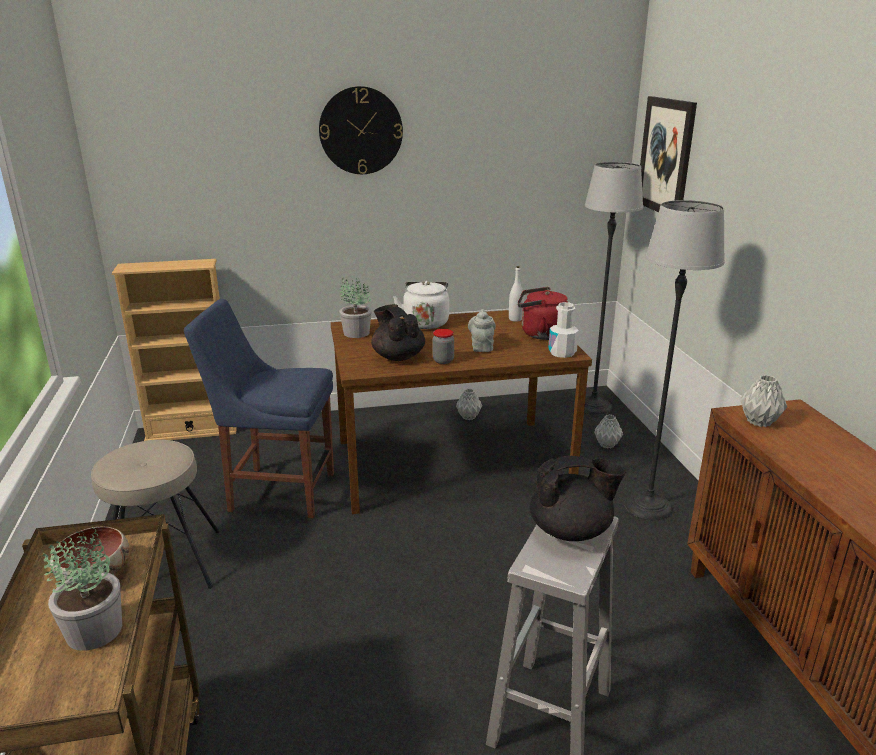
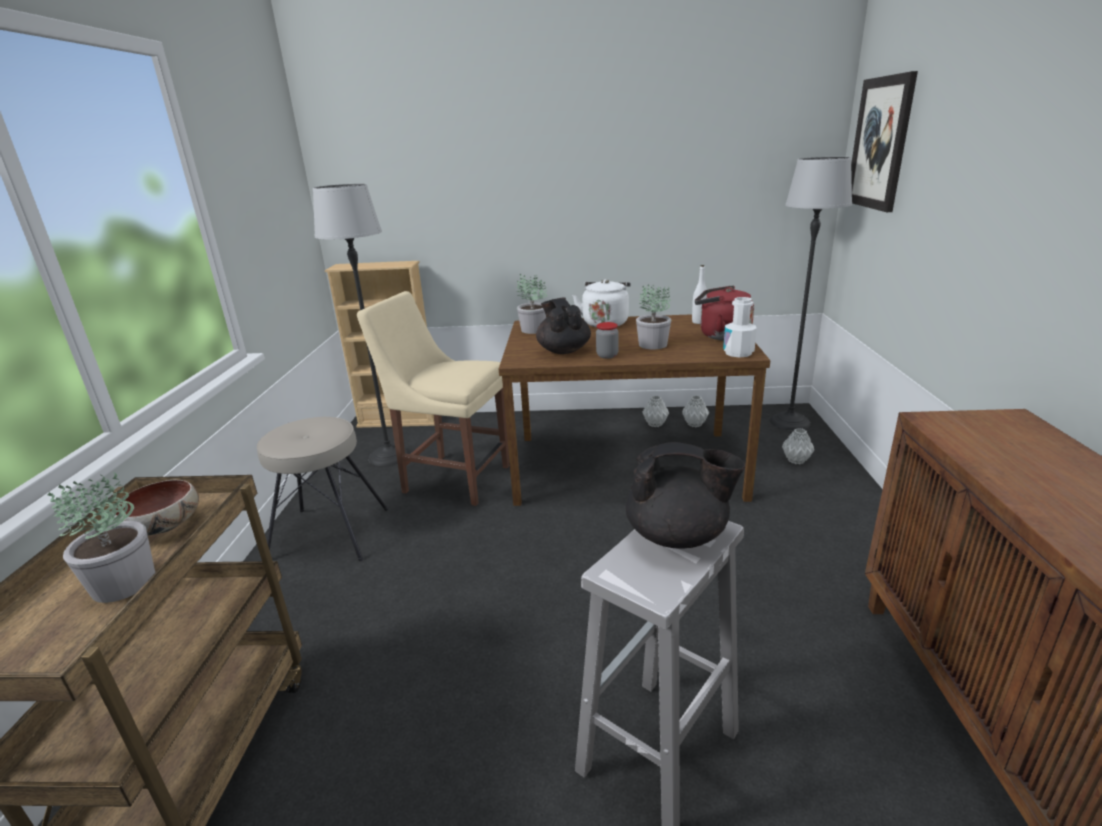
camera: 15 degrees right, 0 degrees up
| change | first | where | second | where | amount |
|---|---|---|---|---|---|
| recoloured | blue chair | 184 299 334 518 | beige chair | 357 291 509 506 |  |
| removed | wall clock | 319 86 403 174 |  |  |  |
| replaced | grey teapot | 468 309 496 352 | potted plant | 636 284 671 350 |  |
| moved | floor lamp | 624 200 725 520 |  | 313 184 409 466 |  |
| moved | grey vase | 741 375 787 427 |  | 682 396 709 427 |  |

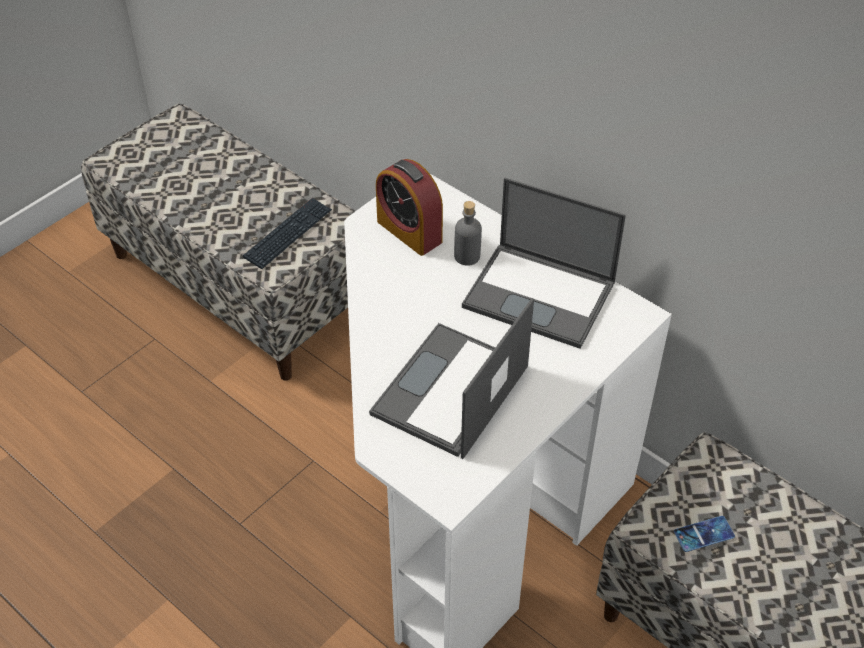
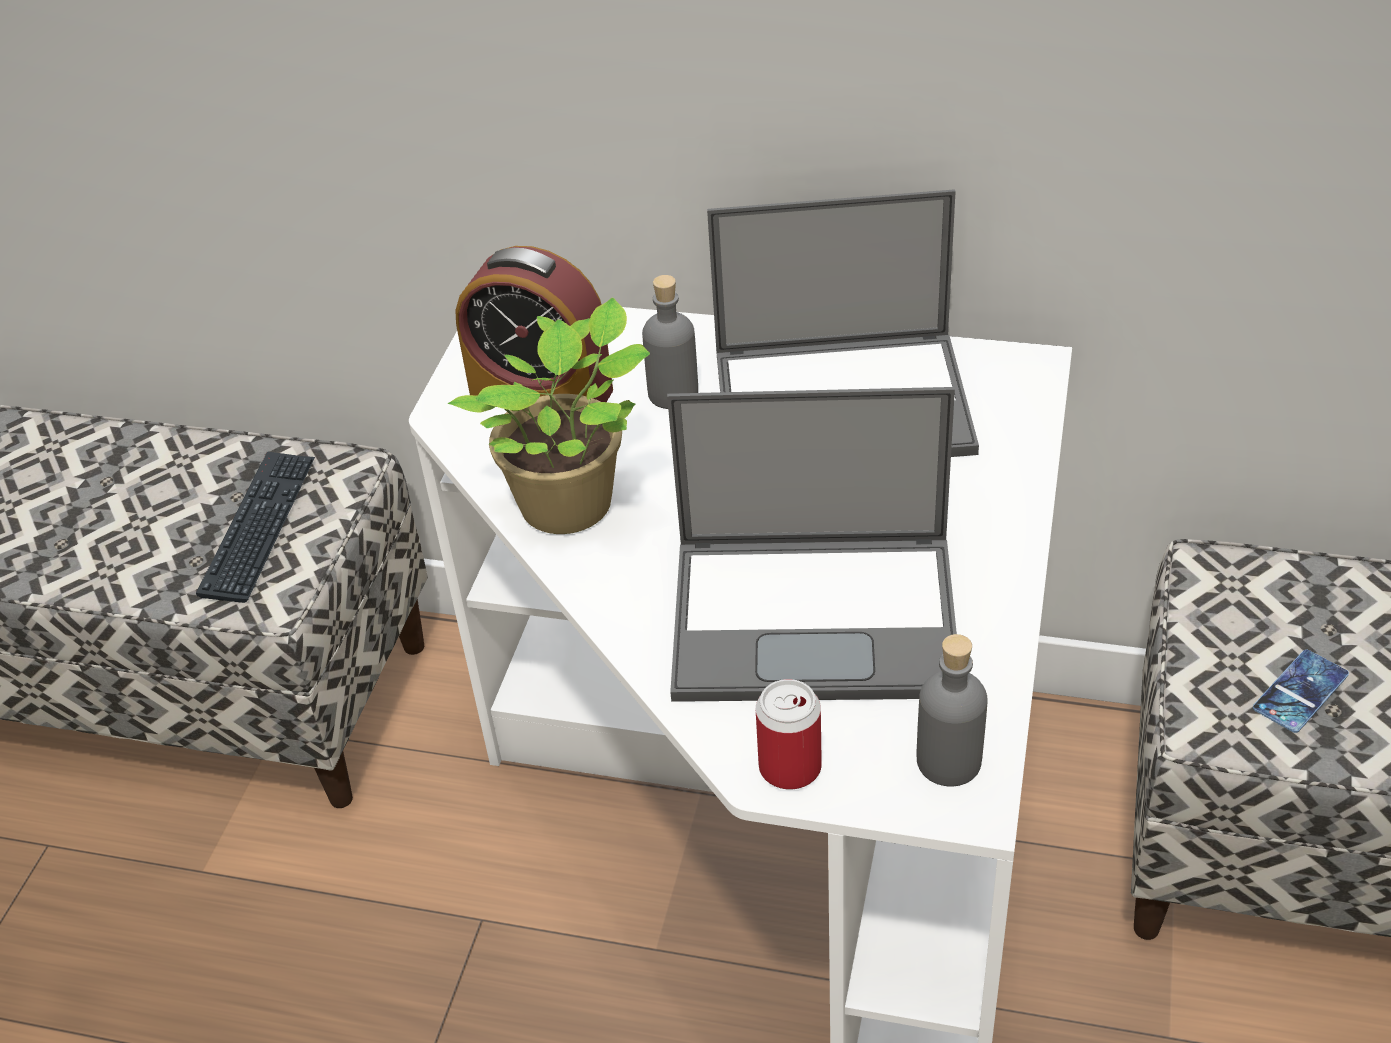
camera: 25 degrees left, 5 degrees down
| change | first | where | second | where | amount |
|---|---|---|---|---|---|
| turned | laptop | 369 298 534 459 |  | 667 387 957 702 | 90 degrees counterclockwise |
| added |  |  | potted plant | 447 298 650 534 |  |
| added |  |  | can | 756 679 822 790 |  |
| added |  |  | grey bottle | 917 634 988 787 |  |

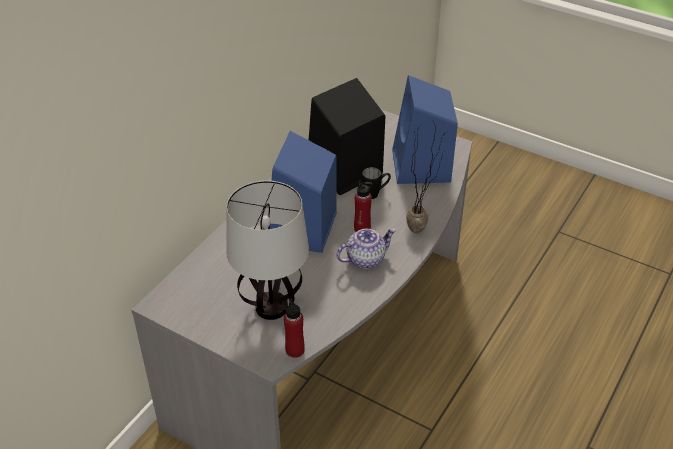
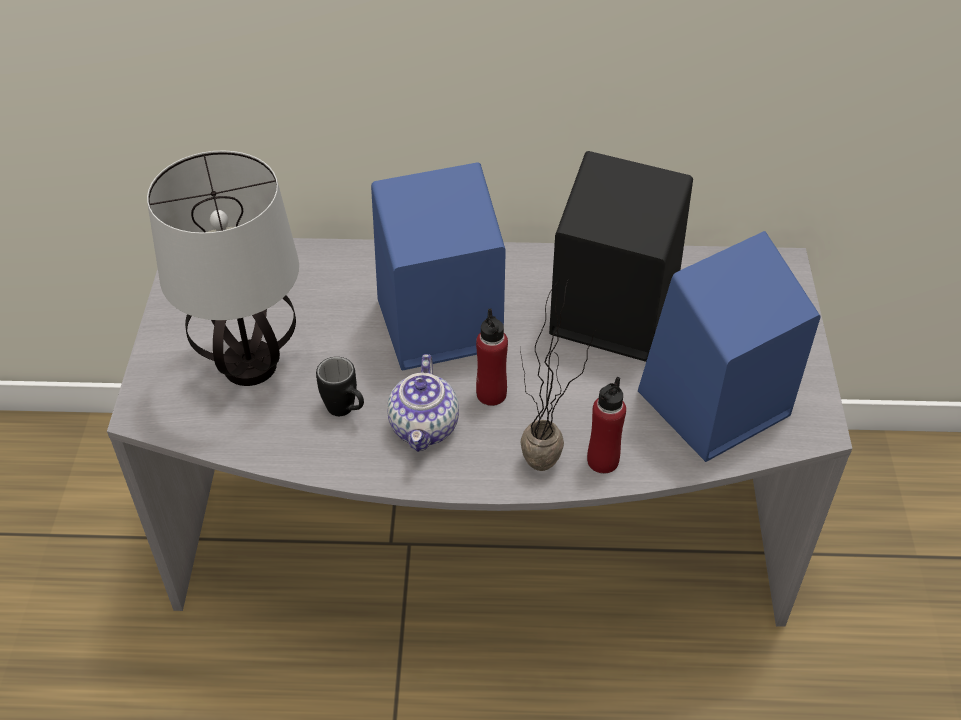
camera: 60 degrees right, 5 degrees up
| change | first | where | second | where | amount |
|---|---|---|---|---|---|
| moved | red bottle | 284 298 305 358 |  | 587 377 626 474 |  |
| turned | teapot | 336 228 396 268 |  | 387 354 459 452 | 60 degrees clockwise |
| moved | black mug | 362 167 391 199 |  | 316 357 364 416 |  |

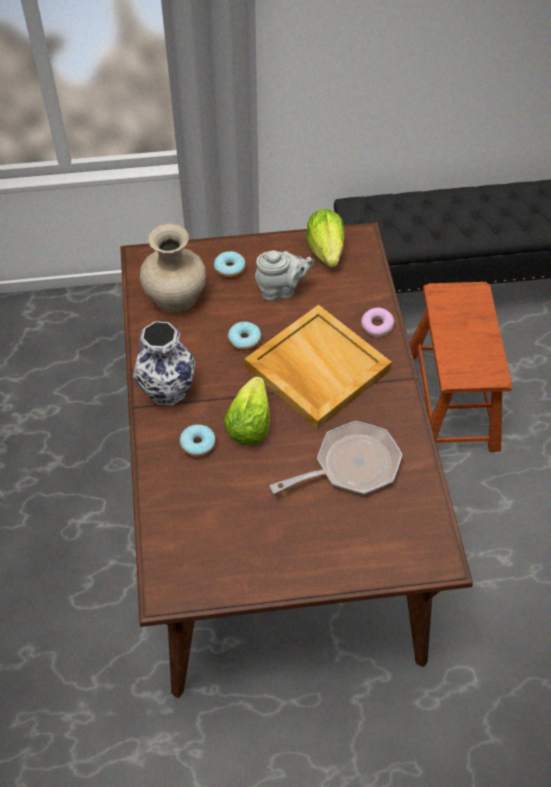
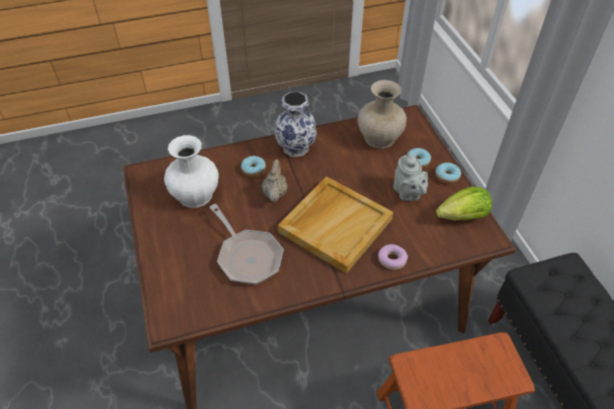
camera: 80 degrees right, 5 degrees down
| change | first | where | second | where | amount |
|---|---|---|---|---|---|
| replaced | lettuce | 223 376 270 445 | beige teapot | 262 160 288 202 |  |
| moved | donut | 228 322 261 351 |  | 435 162 461 184 |  |
| added |  |  | white vase | 164 135 219 208 |  |

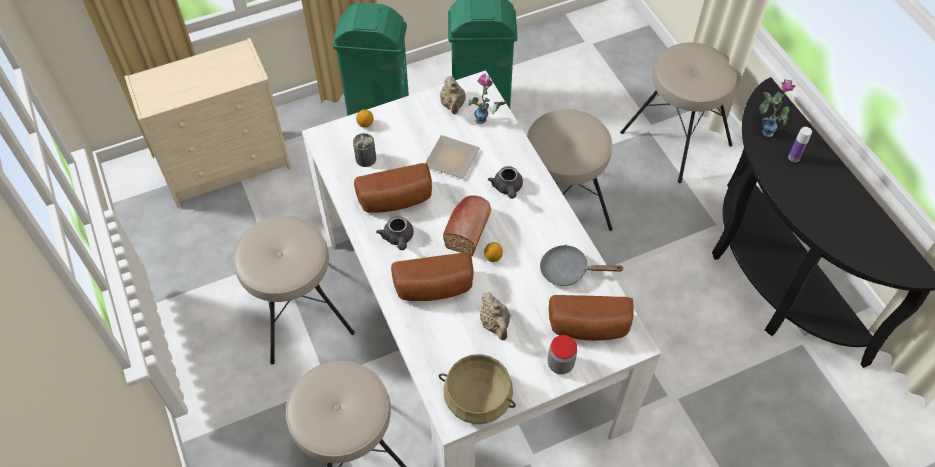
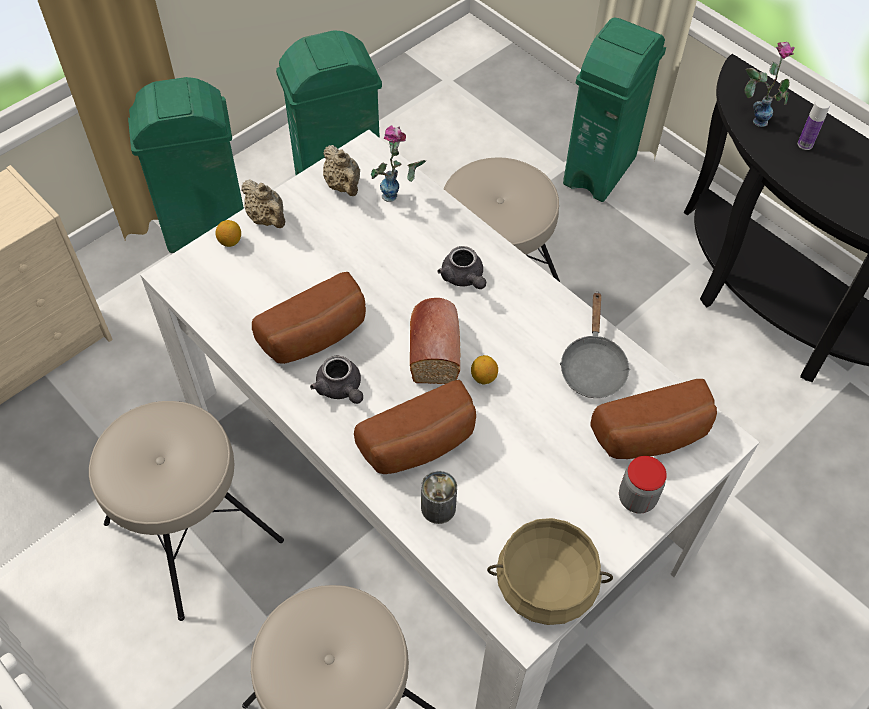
camera: 20 degrees left, 0 degrees up
| change | first | where | second | where | amount |
|---|---|---|---|---|---|
| moved | can | 353 133 376 167 |  | 421 471 457 524 |  |
| removed | plate | 425 135 480 179 |  |  |  |
| moved | beige teapot | 480 292 510 340 |  | 241 179 285 228 |  |
| turned | grey frying pan | 540 245 624 286 |  | 559 291 631 398 | 75 degrees counterclockwise |
| replaced | beige stool | 620 42 737 183 | green trash can | 563 17 666 202 |  |

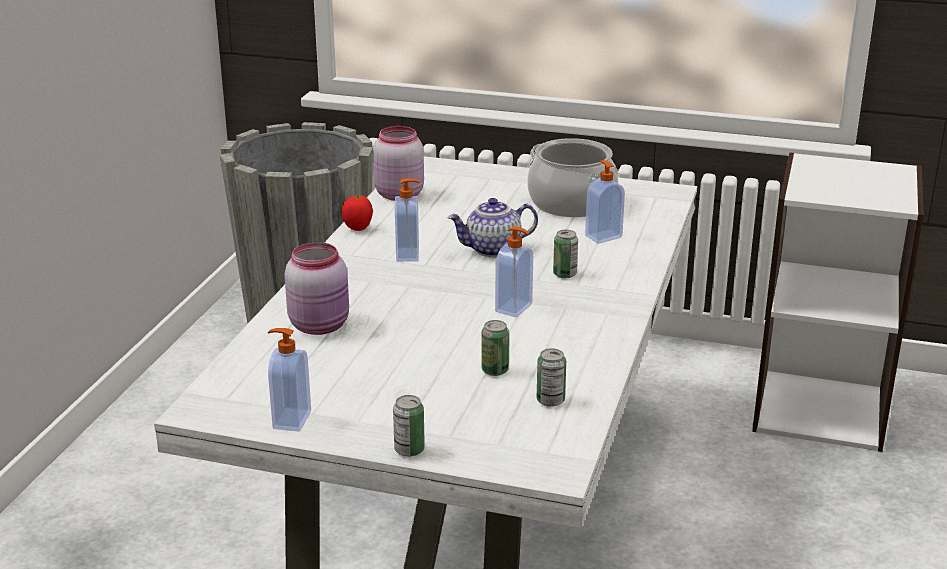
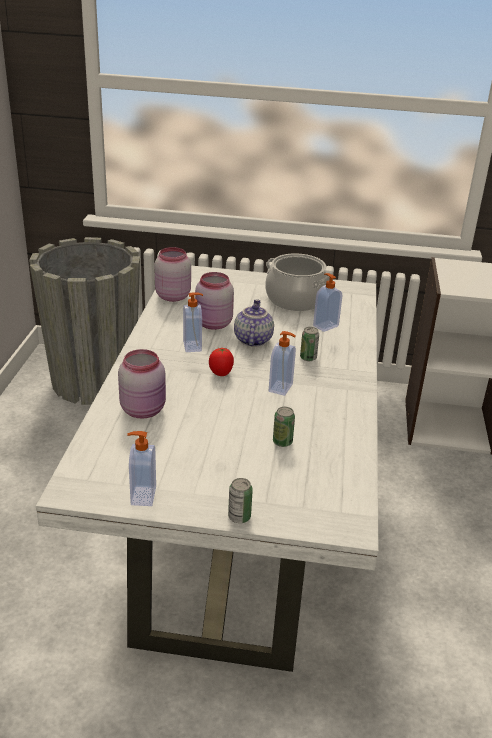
camera: 10 degrees left, 5 degrees up
| change | first | where | second | where | amount |
|---|---|---|---|---|---|
| moved | tomato | 342 195 373 231 |  | 209 348 234 376 |  |
| turned | teapot | 448 198 538 257 |  | 234 299 274 347 | 120 degrees clockwise |
| removed | can | 537 348 566 407 |  |  |  |
| added |  |  | pink jar | 195 272 234 330 |  |

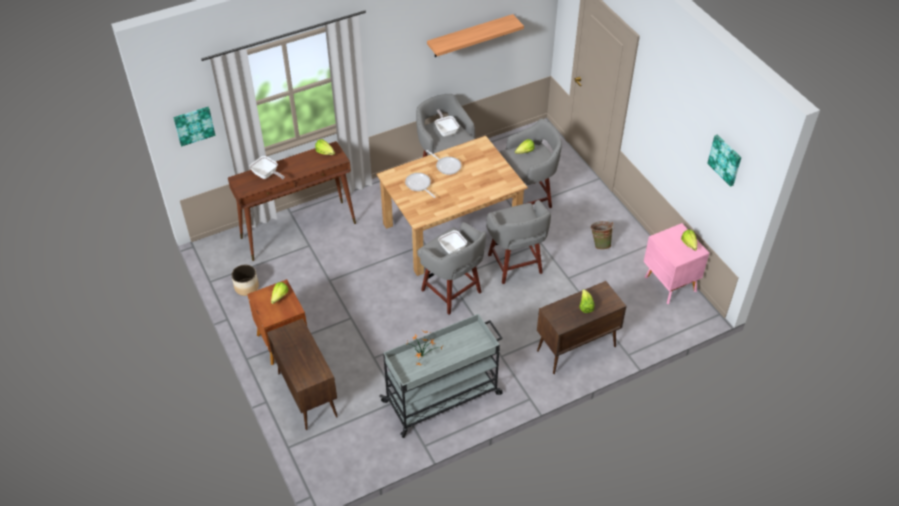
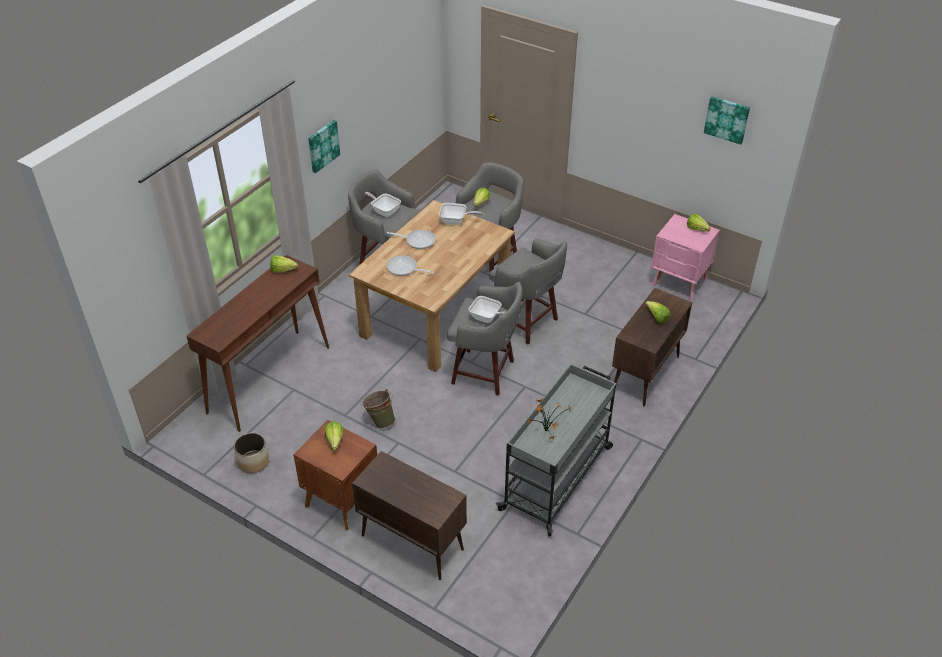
camera: 30 degrees left, 5 degrees down
| change | first | where | second | where | amount |
|---|---|---|---|---|---|
| moved | picture | 173 107 215 146 |  | 308 120 340 173 |  |
| moved | frying pan | 249 156 284 179 |  | 439 203 484 225 |  |
| removed | shelf | 427 14 524 57 |  |  |  |
| moved | green bucket | 590 221 615 250 |  | 362 389 395 428 |  |

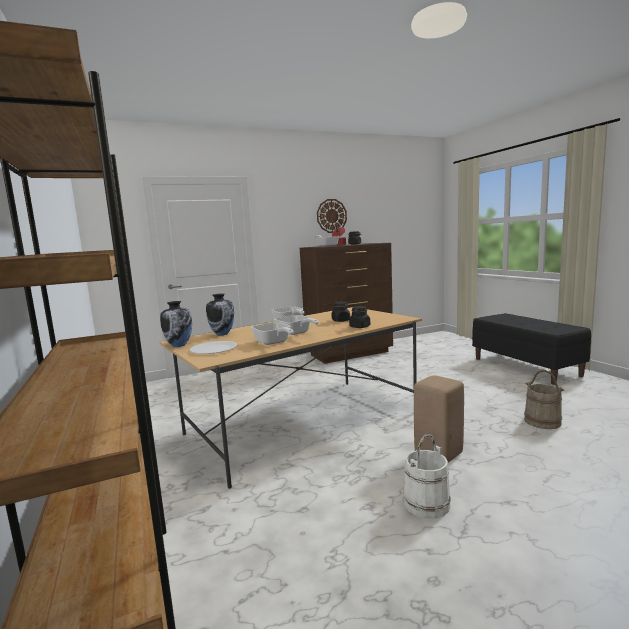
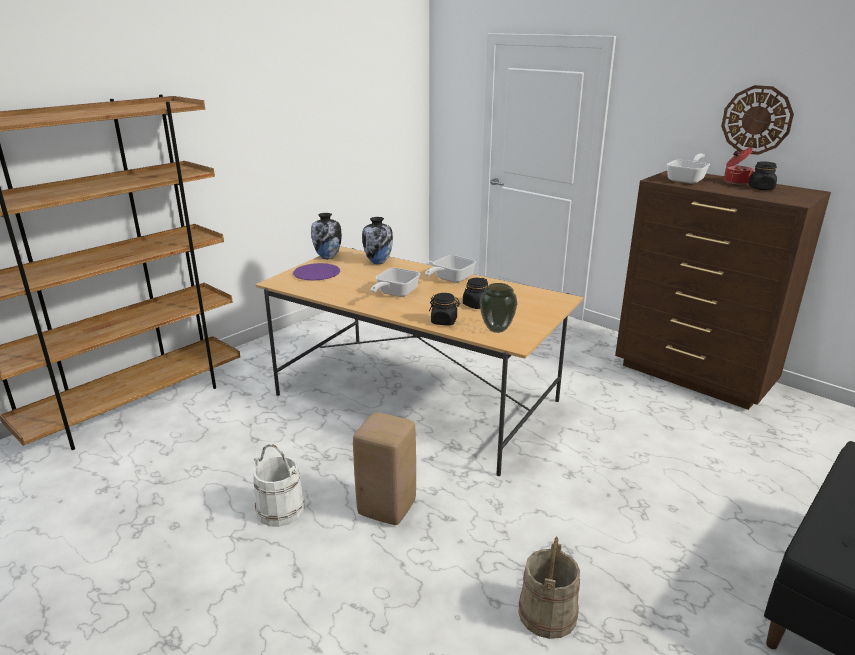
camera: 65 degrees right, 15 degrees up
| change | first | where | second | where | amount |
|---|---|---|---|---|---|
| recoloured | white plate | 190 341 237 354 | purple plate | 293 263 340 280 |  |
| removed | frying pan | 251 322 294 345 |  |  |  |
| added |  |  | vase | 480 283 517 333 |  |

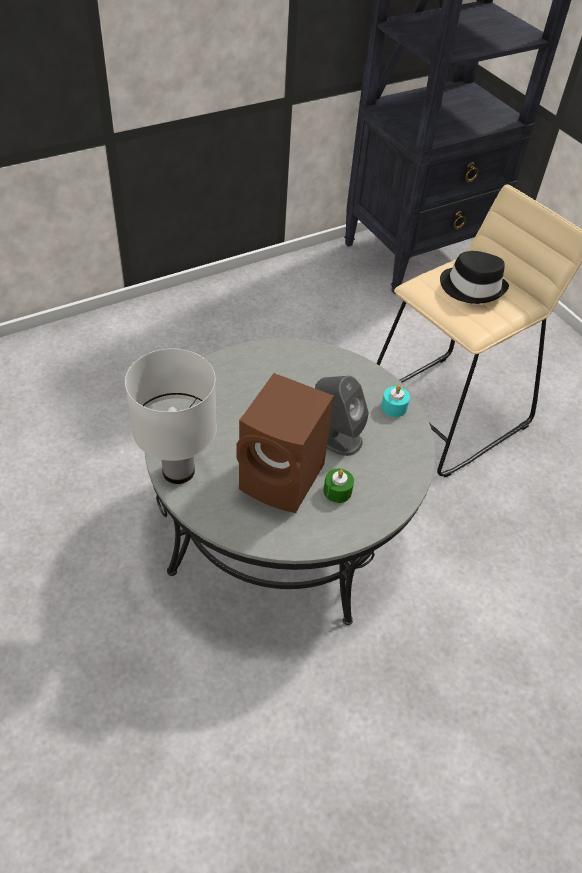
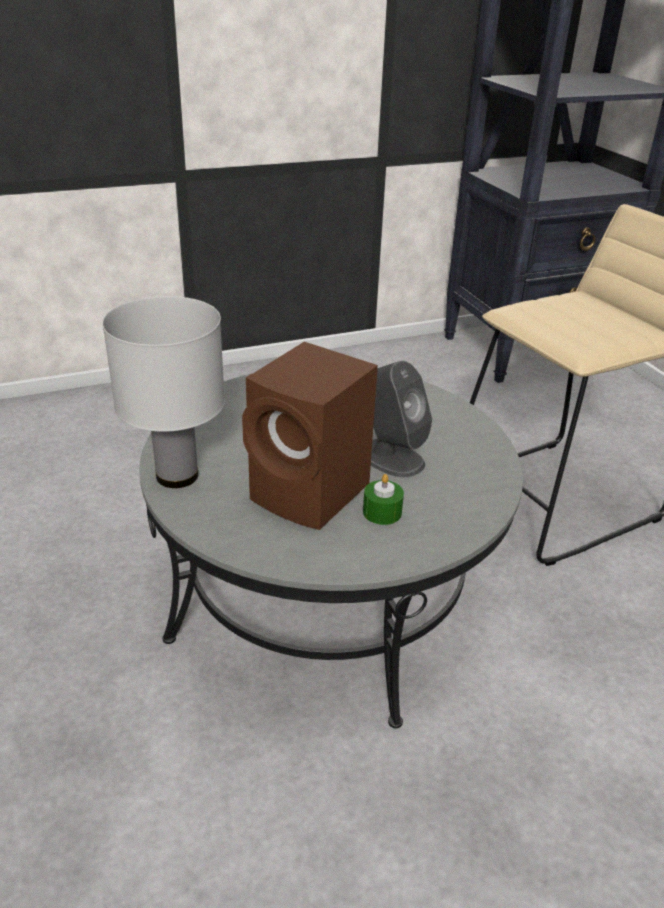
camera: 10 degrees right, 15 degrees down
| change | first | where | second | where | amount |
|---|---|---|---|---|---|
| removed | turquoise candle | 381 385 410 417 |  |  |  |
| removed | black hat | 440 251 509 304 |  |  |  |

